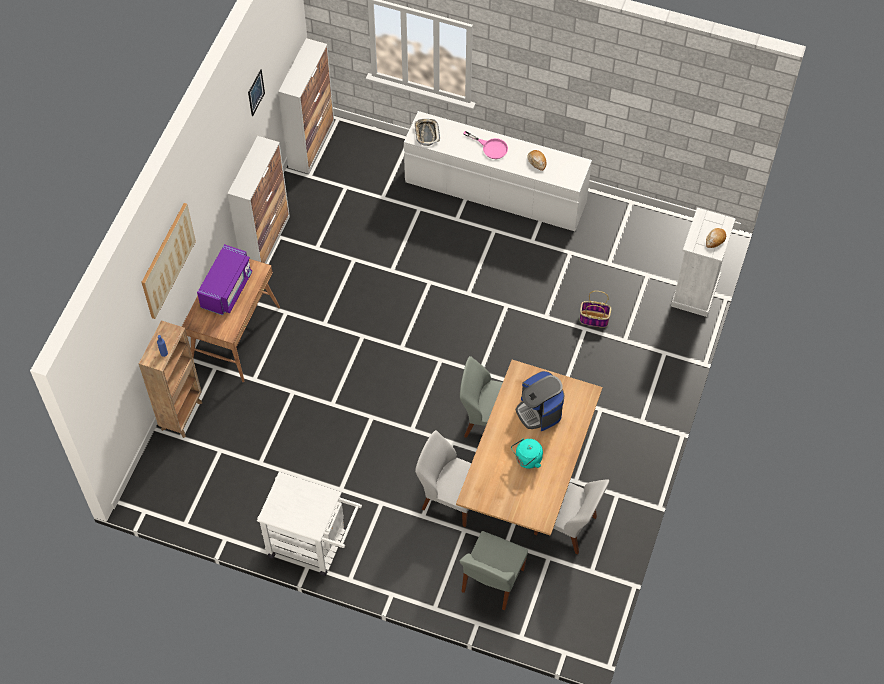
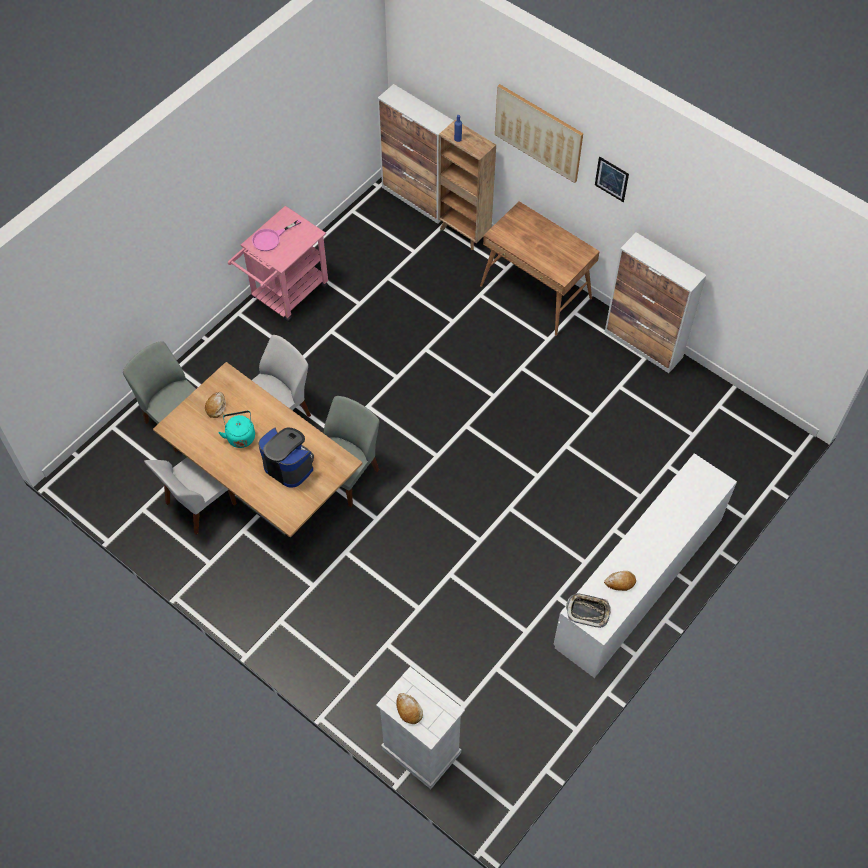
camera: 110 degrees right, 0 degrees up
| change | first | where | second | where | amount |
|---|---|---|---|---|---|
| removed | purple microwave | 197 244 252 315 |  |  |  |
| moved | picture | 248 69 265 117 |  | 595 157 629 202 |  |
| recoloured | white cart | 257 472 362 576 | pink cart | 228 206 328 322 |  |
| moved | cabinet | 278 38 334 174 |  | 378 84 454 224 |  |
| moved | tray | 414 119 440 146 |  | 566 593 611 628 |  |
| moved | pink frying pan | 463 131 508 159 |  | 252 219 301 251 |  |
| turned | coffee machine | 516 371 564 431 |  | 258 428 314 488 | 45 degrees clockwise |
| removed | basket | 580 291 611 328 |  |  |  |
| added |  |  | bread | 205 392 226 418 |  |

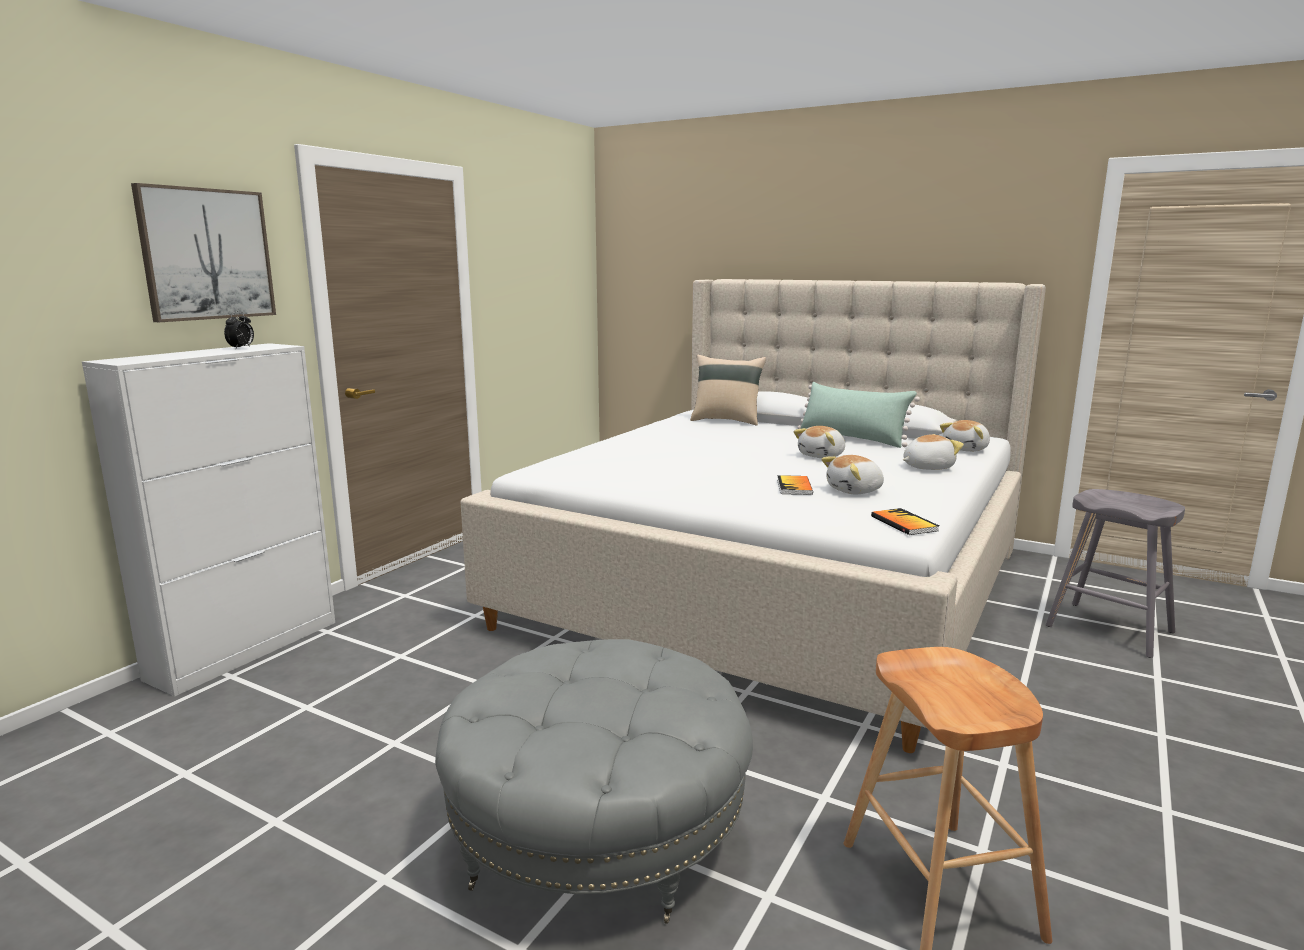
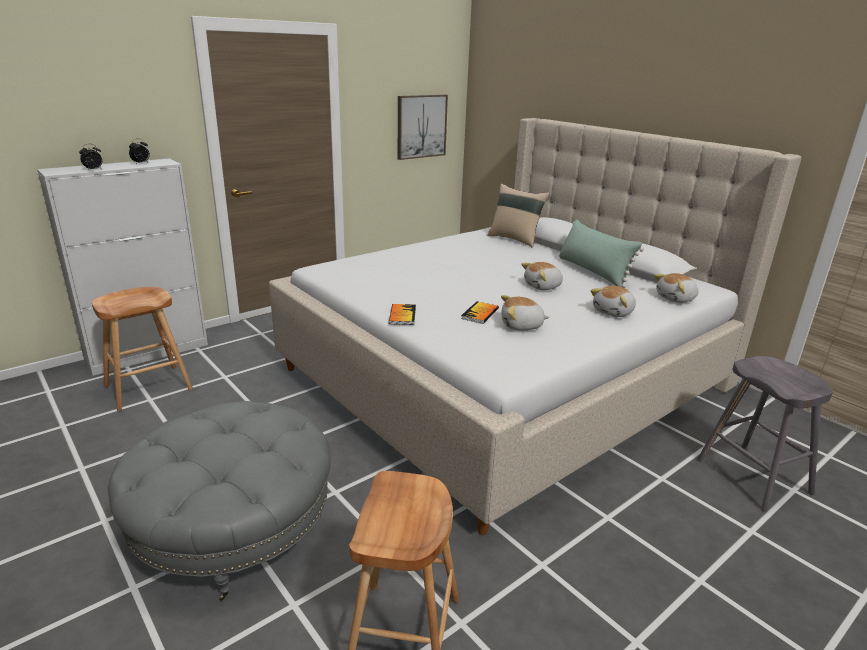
camera: 20 degrees right, 10 degrees up
| change | first | where | second | where | amount |
|---|---|---|---|---|---|
| moved | picture | 131 183 276 322 |  | 398 95 448 160 |  |
| moved | book | 871 508 939 535 |  | 389 304 416 325 |  |
| turned | plush toy | 903 434 964 470 |  | 590 286 636 317 | 135 degrees clockwise |
| added |  |  | alarm clock | 79 144 102 171 |  |
| added |  |  | brown stool | 92 287 193 411 |  |

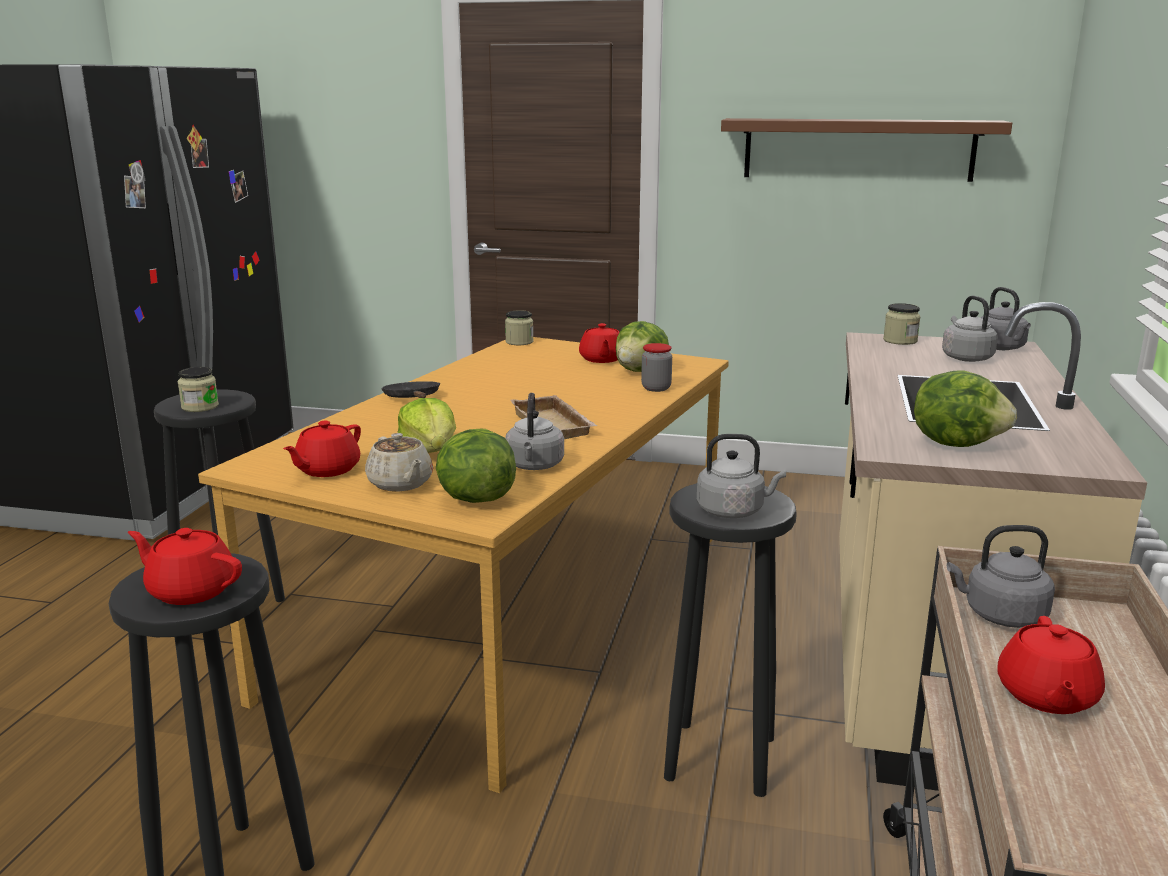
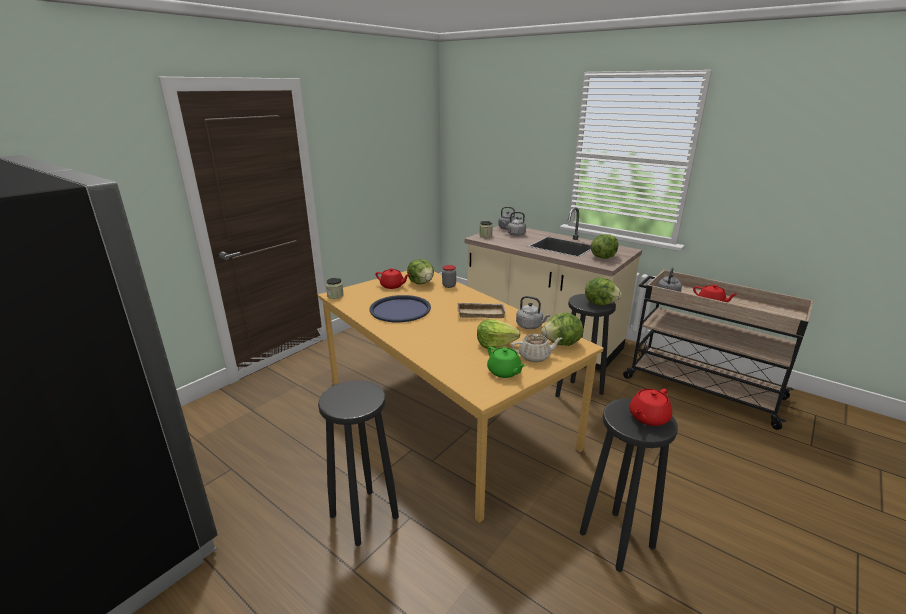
camera: 65 degrees left, 5 degrees up
| change | first | where | second | where | amount |
|---|---|---|---|---|---|
| removed | jar | 178 367 219 412 |  |  |  |
| recoloured | red teapot | 283 421 361 477 | green teapot | 487 346 525 378 |  |
| removed | black frying pan | 381 381 440 398 |  |  |  |
| replaced | grey kettle | 697 434 786 518 | lettuce | 585 277 622 306 |  |
| removed | brown shelf | 721 118 1012 182 |  |  |  |
| added |  |  | blue tray | 370 295 431 322 |  |

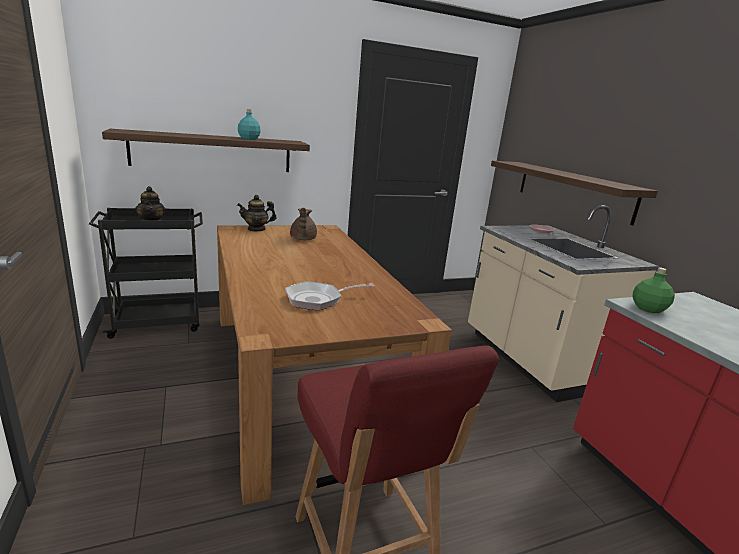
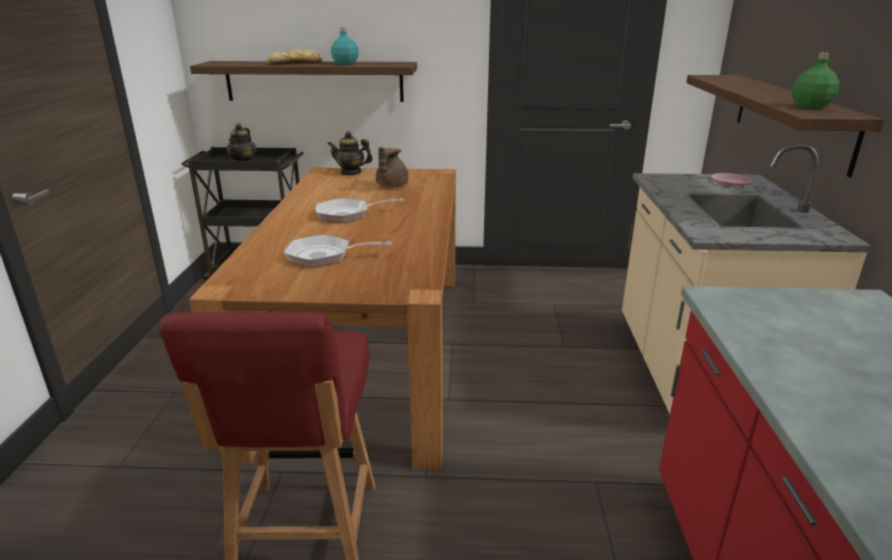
camera: 25 degrees right, 5 degrees up
| change | first | where | second | where | amount |
|---|---|---|---|---|---|
| moved | green bottle | 633 267 675 313 |  | 792 53 839 108 |  |
| added |  |  | bread | 268 49 322 65 |  |
| added |  |  | frying pan | 316 198 404 223 |  |

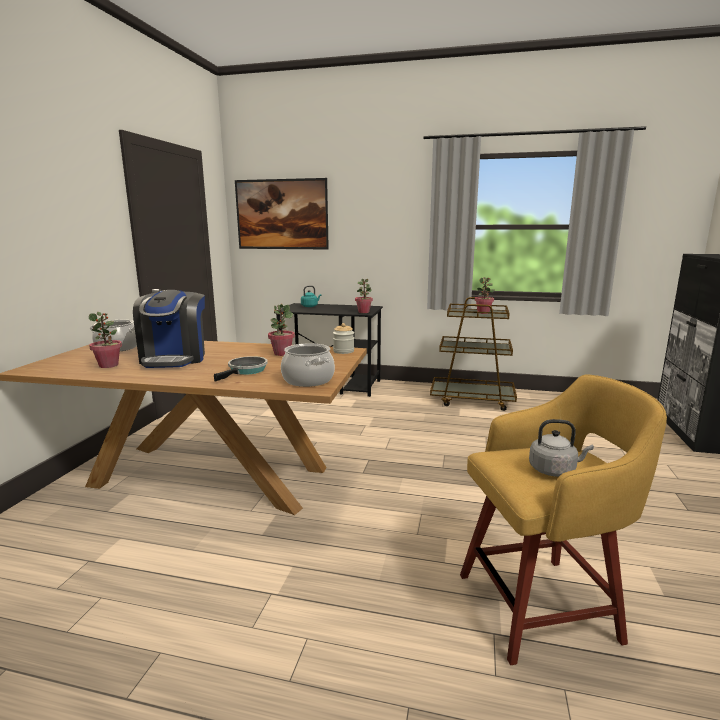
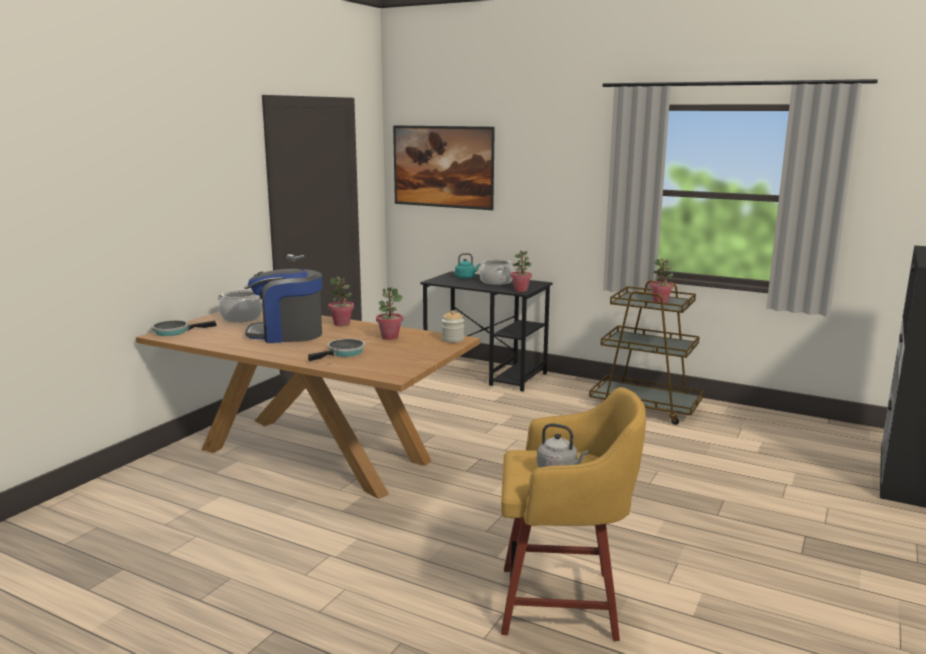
camera: 15 degrees right, 0 degrees up
| change | first | where | second | where | amount |
|---|---|---|---|---|---|
| moved | potted plant | 89 312 122 368 |  | 328 277 354 326 |  |
| turned | coffee machine | 133 290 205 368 |  | 244 269 322 343 | 75 degrees clockwise |
| moved | cooking pot | 281 343 335 387 |  | 480 259 514 285 |  |
| added |  |  | frying pan | 152 320 217 336 |  |

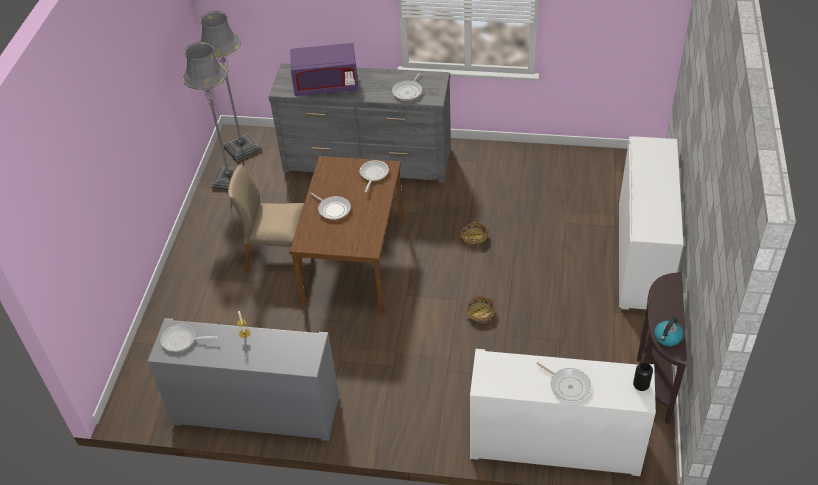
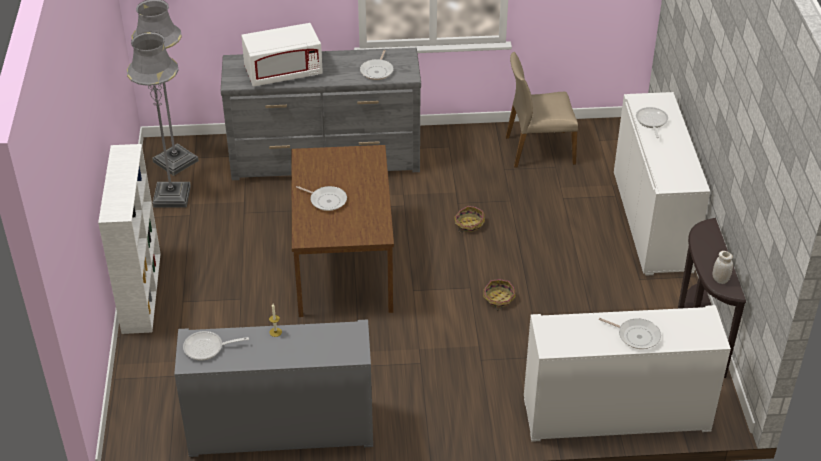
camera: 15 degrees left, 5 degrees down
| change | first | where | second | where | amount |
|---|---|---|---|---|---|
| moved | beige chair | 228 165 305 275 |  | 506 52 578 168 |  |
| recoloured | purple microwave | 290 43 359 96 | white microwave | 241 23 323 86 |  |
| moved | frying pan | 360 160 389 192 |  | 636 107 668 138 |  |
| removed | black vase | 633 362 653 391 |  |  |  |
| replaced | kettle | 654 317 683 346 | white jar | 712 251 733 284 |  |
| added |  |  | white bookcase | 98 144 161 334 |  |

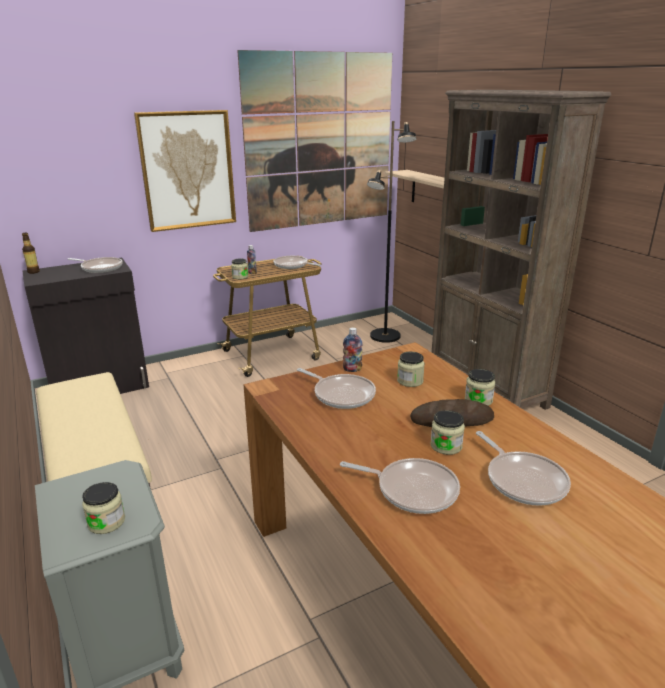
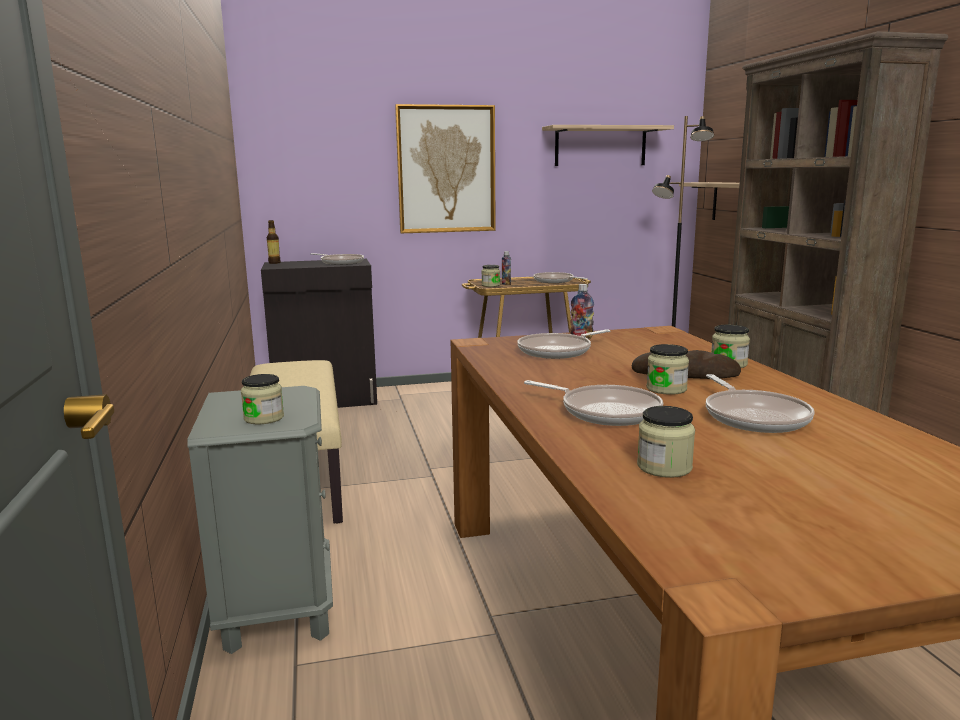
camera: 15 degrees right, 10 degrees down
| change | first | where | second | where | amount |
|---|---|---|---|---|---|
| replaced | picture | 237 50 392 232 | shelf | 542 125 674 166 |  |
| turned | frying pan | 297 368 376 409 |  | 517 329 610 359 | 90 degrees clockwise |
| moved | jar | 397 351 425 387 |  | 637 406 695 478 |  |

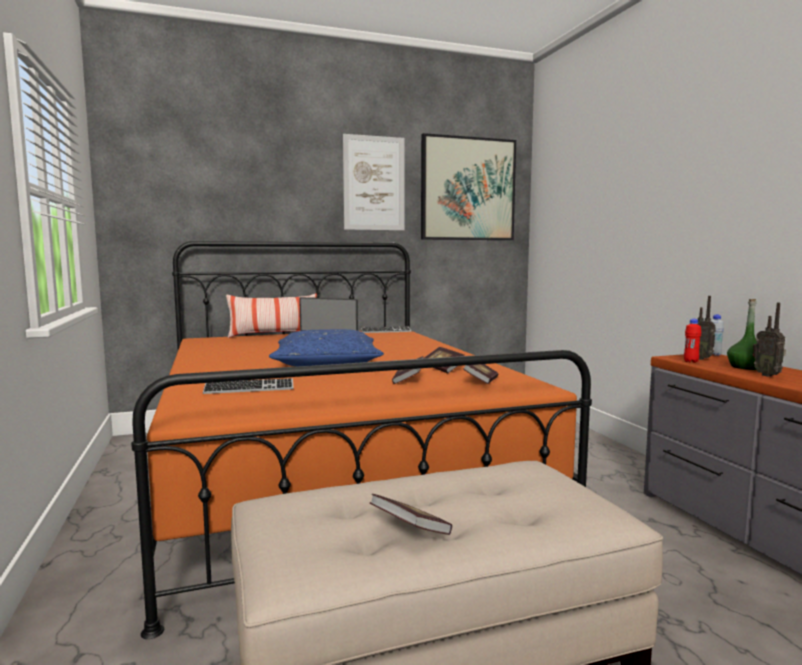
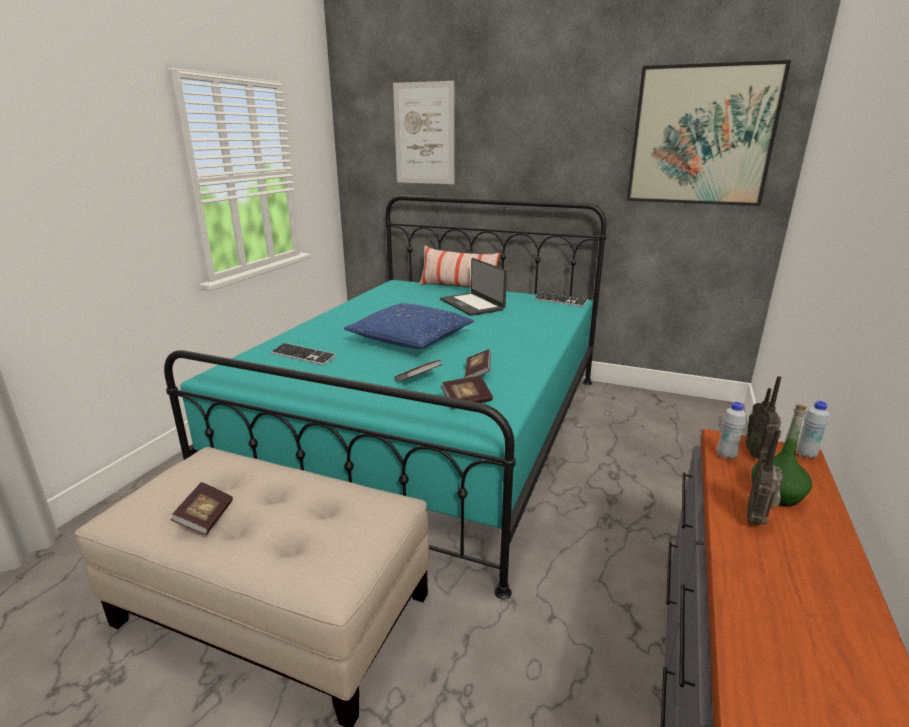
camera: 40 degrees right, 15 degrees up
| change | first | where | second | where | amount |
|---|---|---|---|---|---|
| recoloured | orange bed | 131 241 592 639 | turquoise bed | 164 195 606 599 |  |
| moved | picture | 343 134 404 230 |  | 393 81 454 184 |  |
| recoloured | red bottle | 684 319 701 363 | white bottle | 717 402 746 460 |  |

